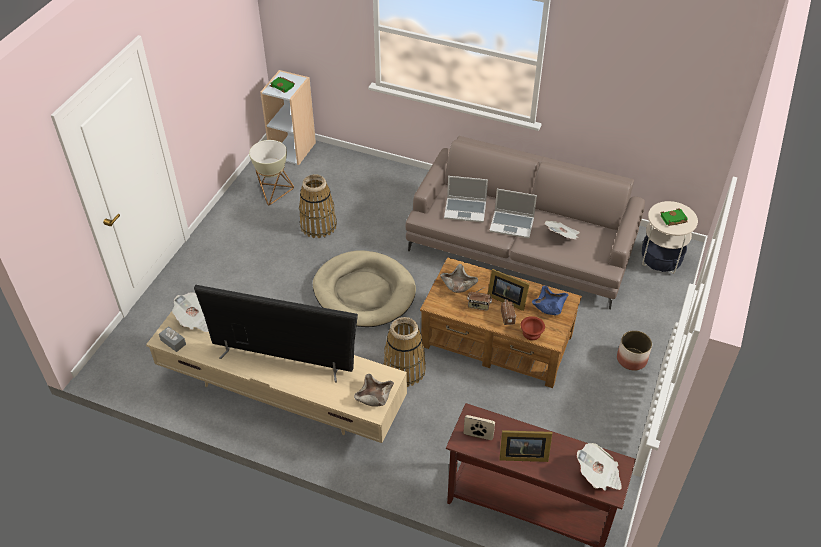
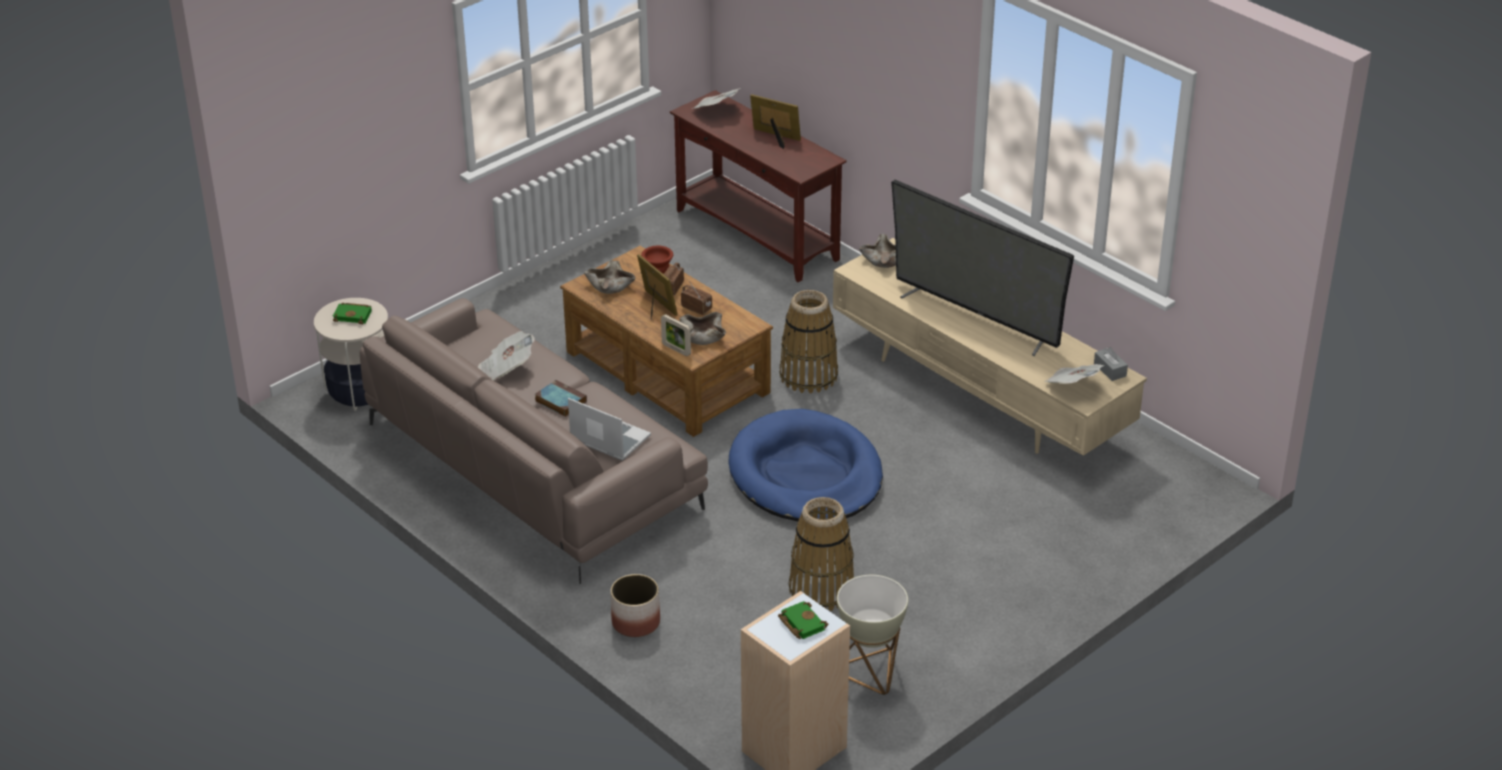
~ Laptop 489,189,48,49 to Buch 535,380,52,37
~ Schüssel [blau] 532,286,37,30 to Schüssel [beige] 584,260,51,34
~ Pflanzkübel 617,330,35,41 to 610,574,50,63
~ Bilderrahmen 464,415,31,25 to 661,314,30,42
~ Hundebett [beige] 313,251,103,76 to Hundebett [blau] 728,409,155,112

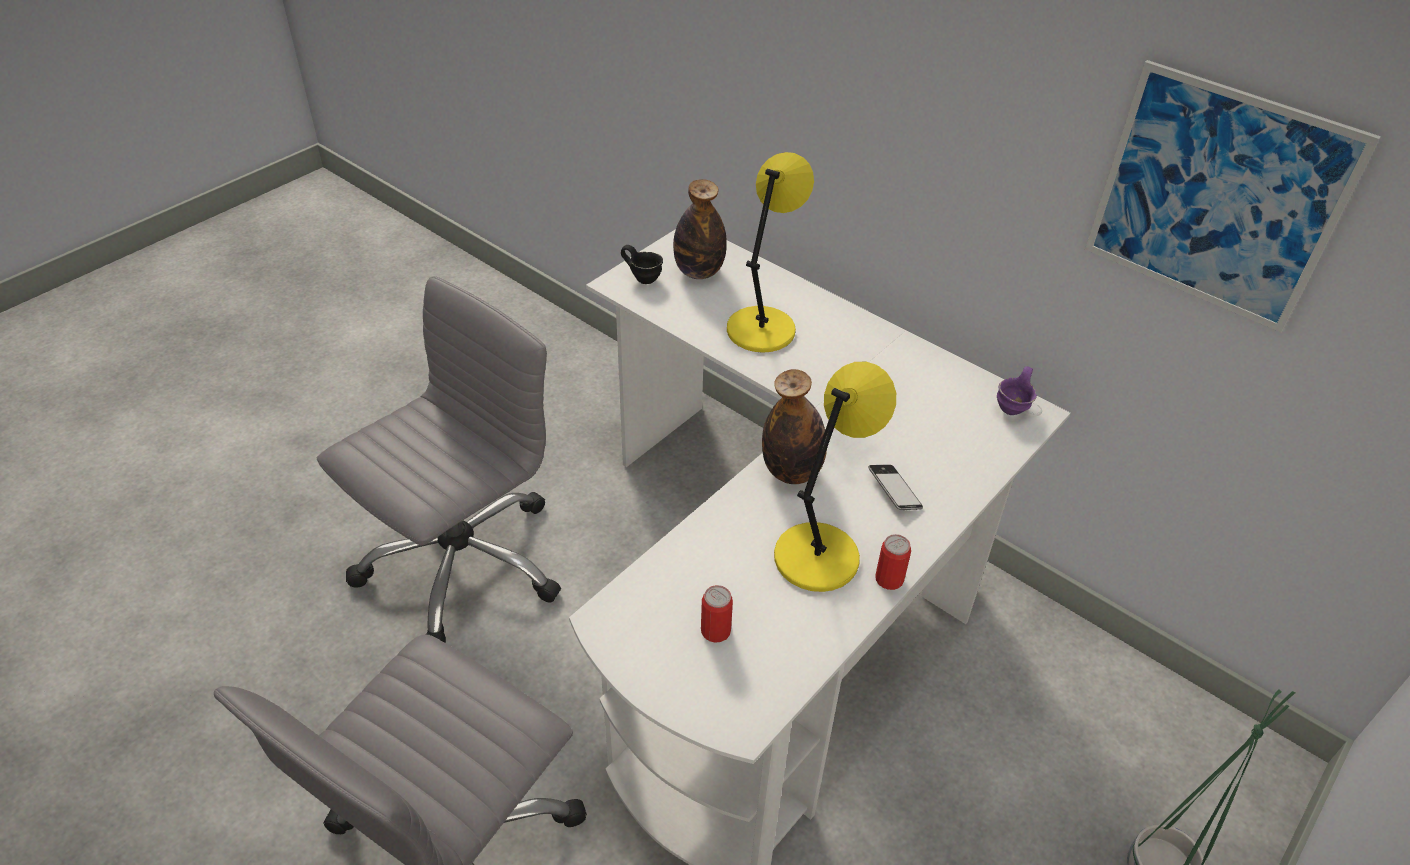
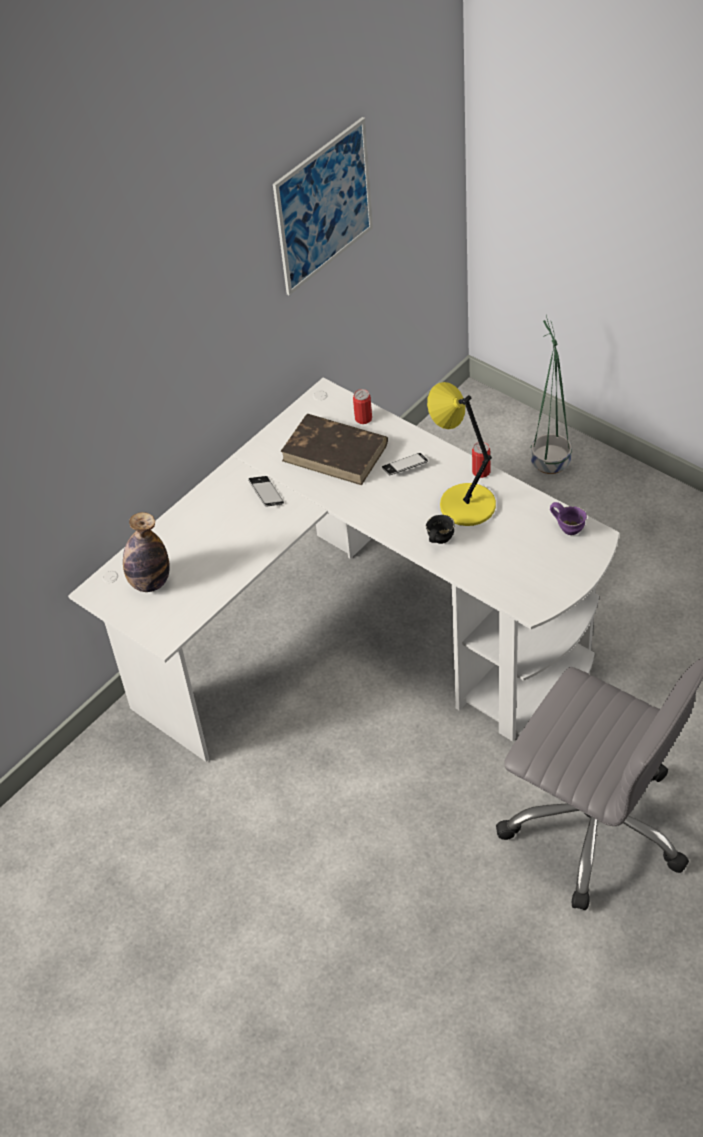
+ Handy 248,476,36,31
+ Buch [braun] 280,414,108,71
~ Dose 701,585,32,58 to 353,389,19,35
~ Henkelbecher [schwarz] 621,245,42,39 to 426,515,29,29
~ Henkelbecher [lila] 997,366,40,49 to 550,502,37,33
- Bürostuhl [grau] 317,276,244,367
- Tischlampe [gelb] 727,152,87,201
- Flasche 762,369,65,115

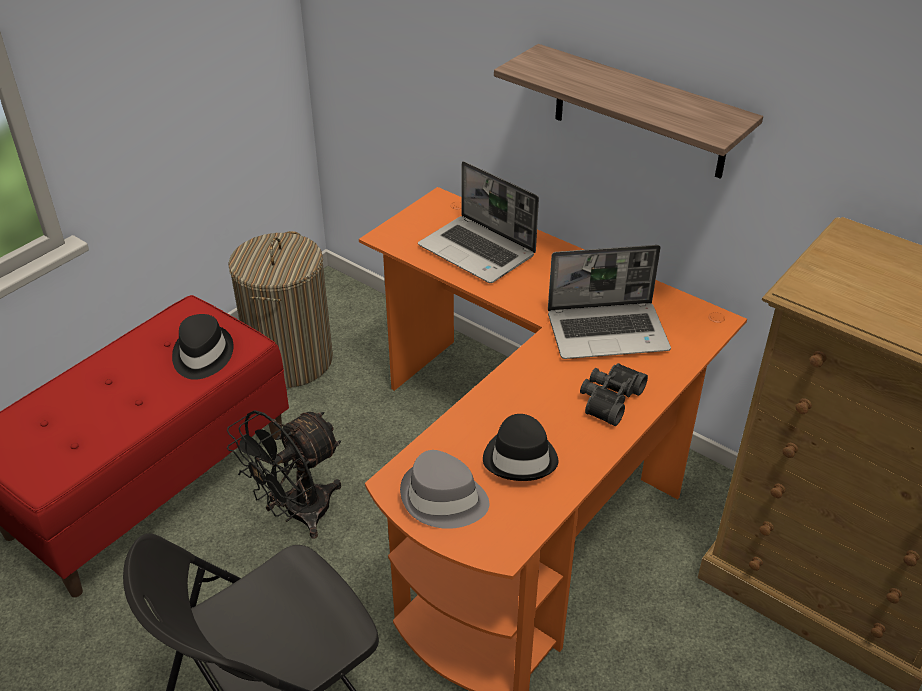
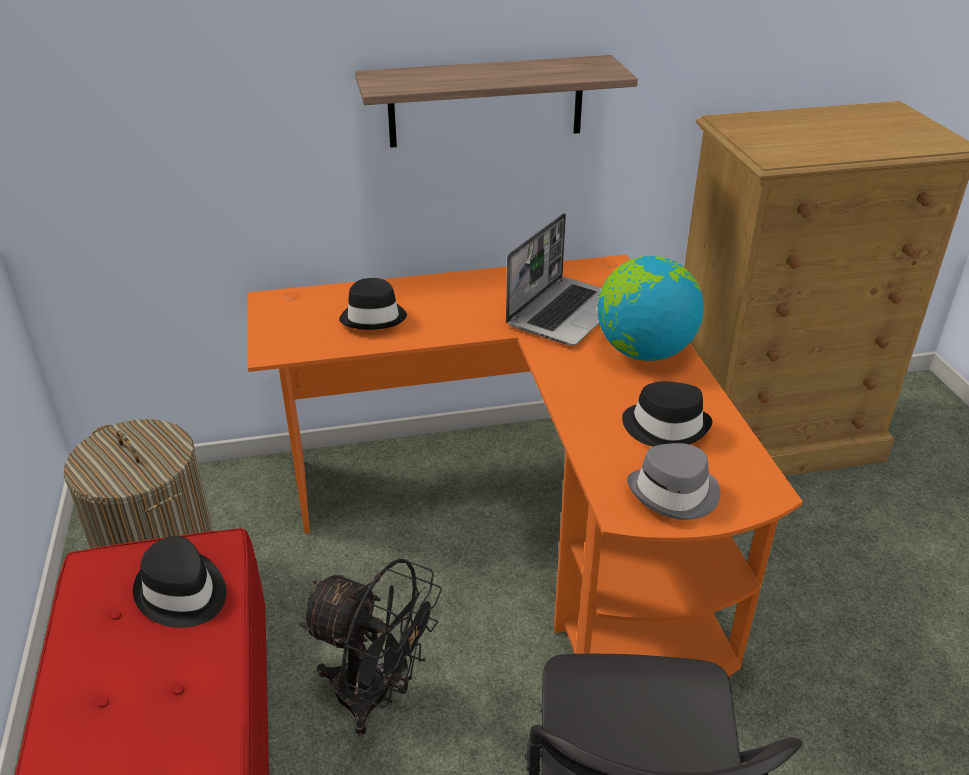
~ Ventilator [schwarz] 227,410,114,129 = 299,559,143,177 60 degrees counterclockwise
~ Laptop 418,161,121,122 to Hut [schwarz] 339,278,68,52
~ Fernglas [schwarz] 580,363,68,63 to Globus 597,256,107,105

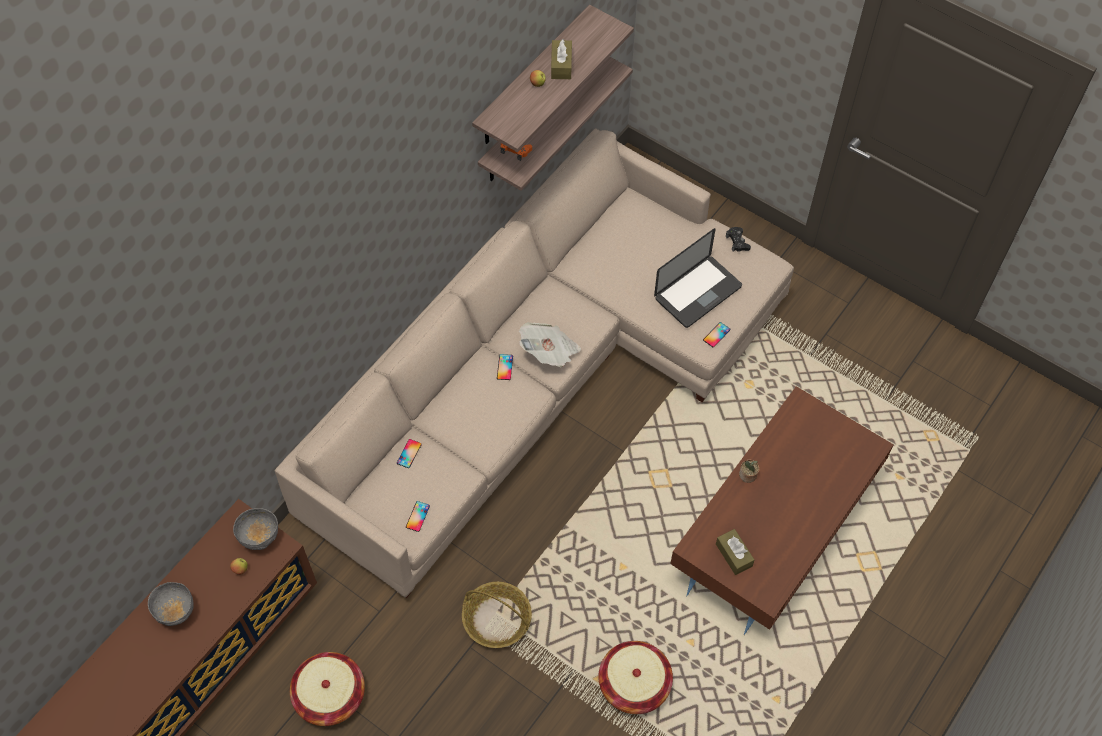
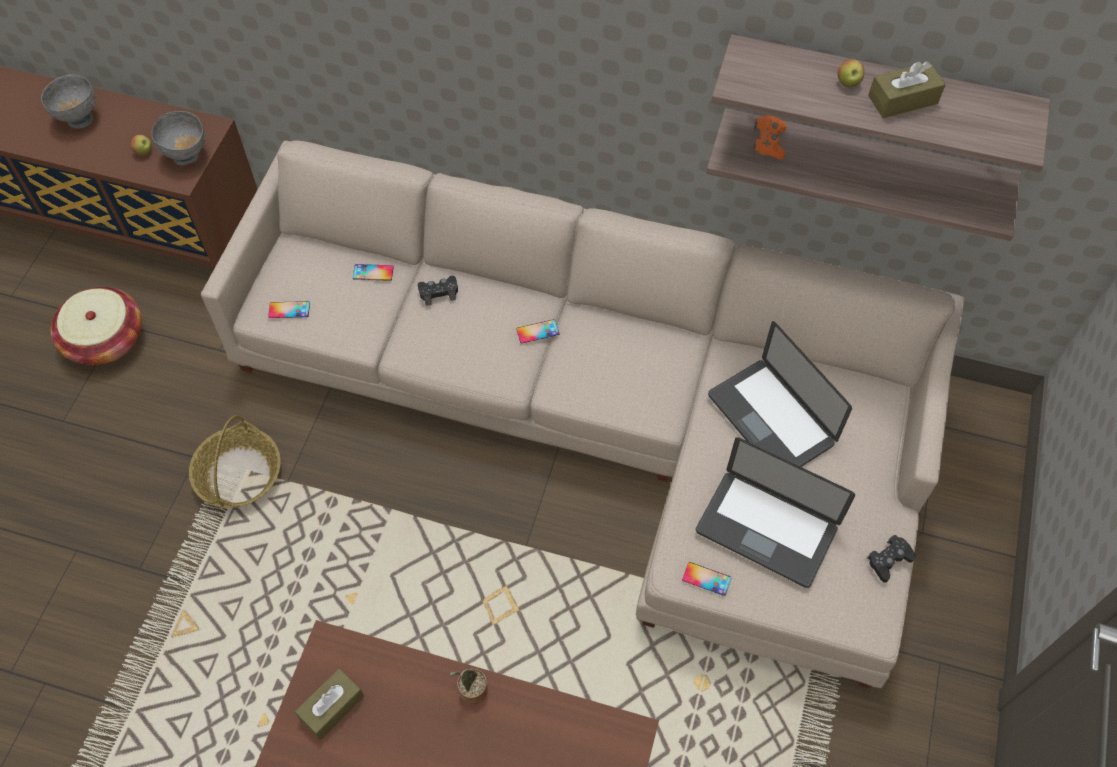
+ Gamepad [schwarz] 418,276,40,30
+ Laptop 708,321,144,146
- Zeitung 519,322,62,45
- Korb 598,641,75,73

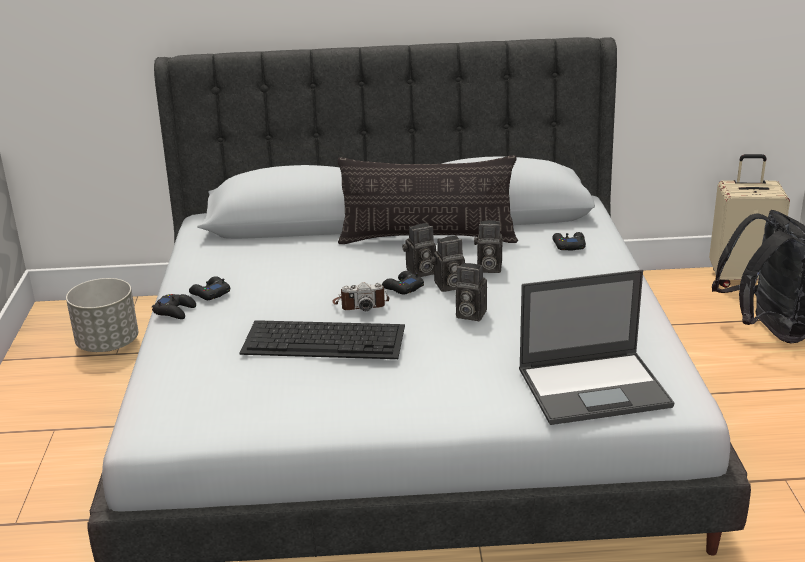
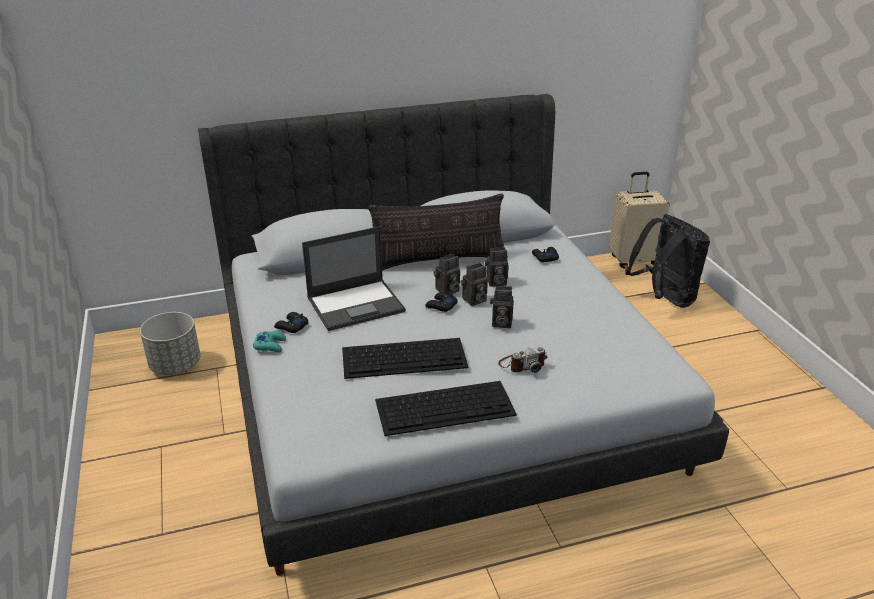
~ Gamepad [schwarz] 152,294,44,25 to Gamepad [türkis] 253,331,33,21
~ Laptop 519,270,155,155 to 302,226,104,105
+ Tastatur 375,381,142,55
~ Kamera 332,282,57,29 to 498,347,49,26

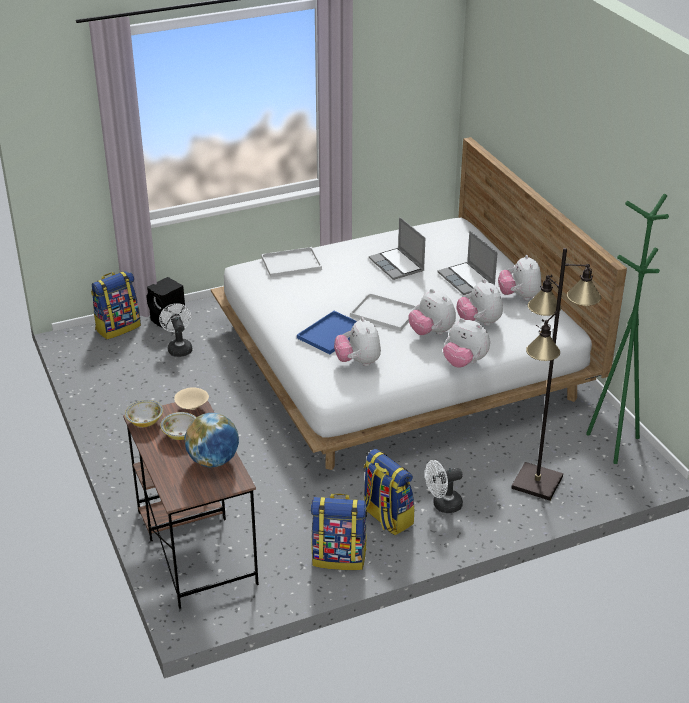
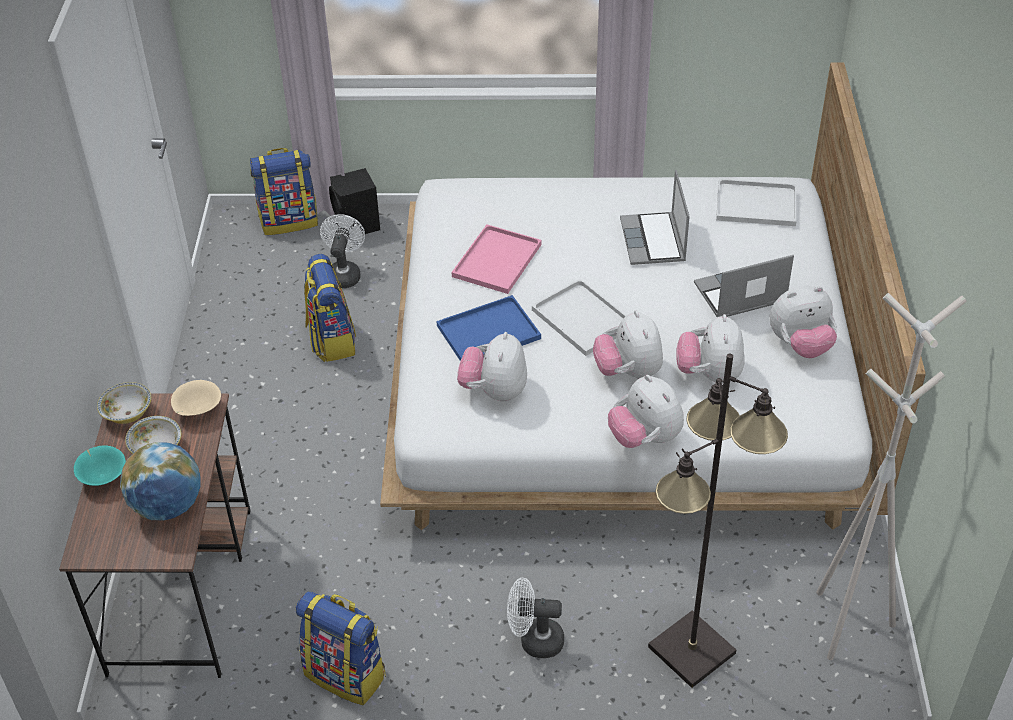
+ Schüssel [türkis] 74,445,52,41
~ Rucksack 364,449,50,86 to 304,254,52,108
+ Tablett [rosa] 451,224,91,70
~ Laptop 438,231,60,64 = 694,255,100,62 75 degrees clockwise
~ Tablett [weiß] 261,247,61,30 to 716,179,81,47
~ Plüschtier 498,255,43,45 = 770,285,67,73 120 degrees counterclockwise
~ Kleiderständer [grün] 586,194,83,270 to Kleiderständer [grau] 816,293,151,367

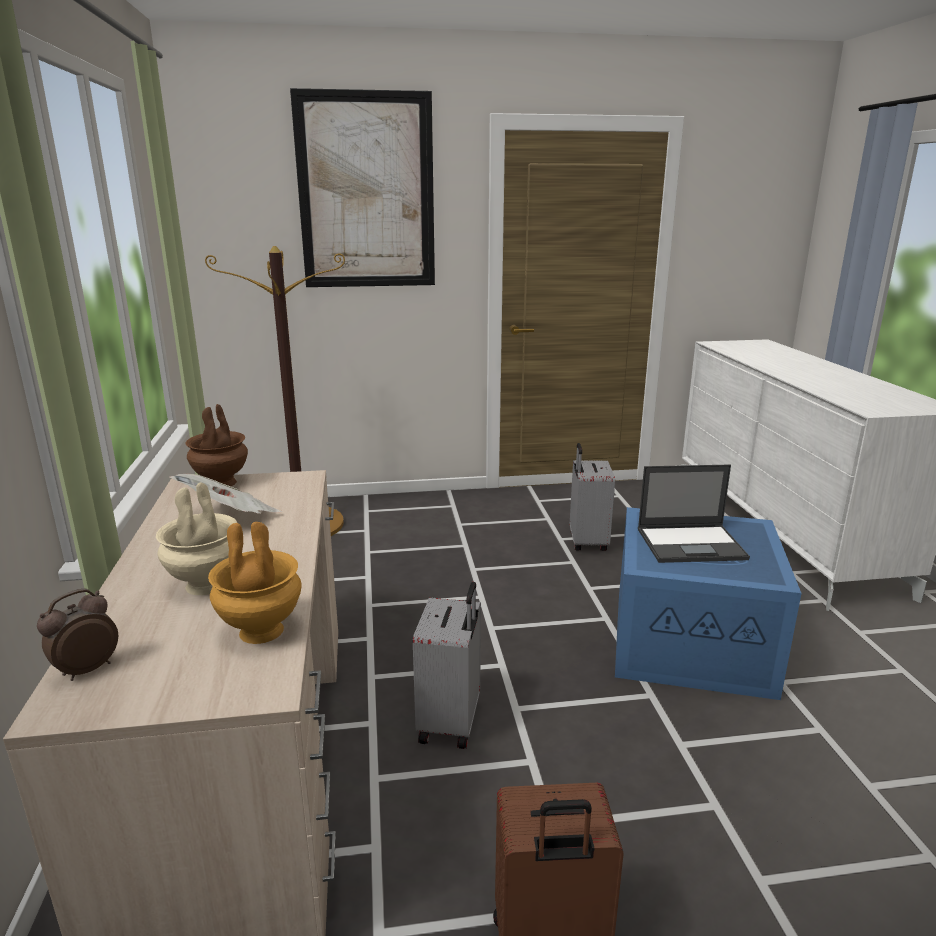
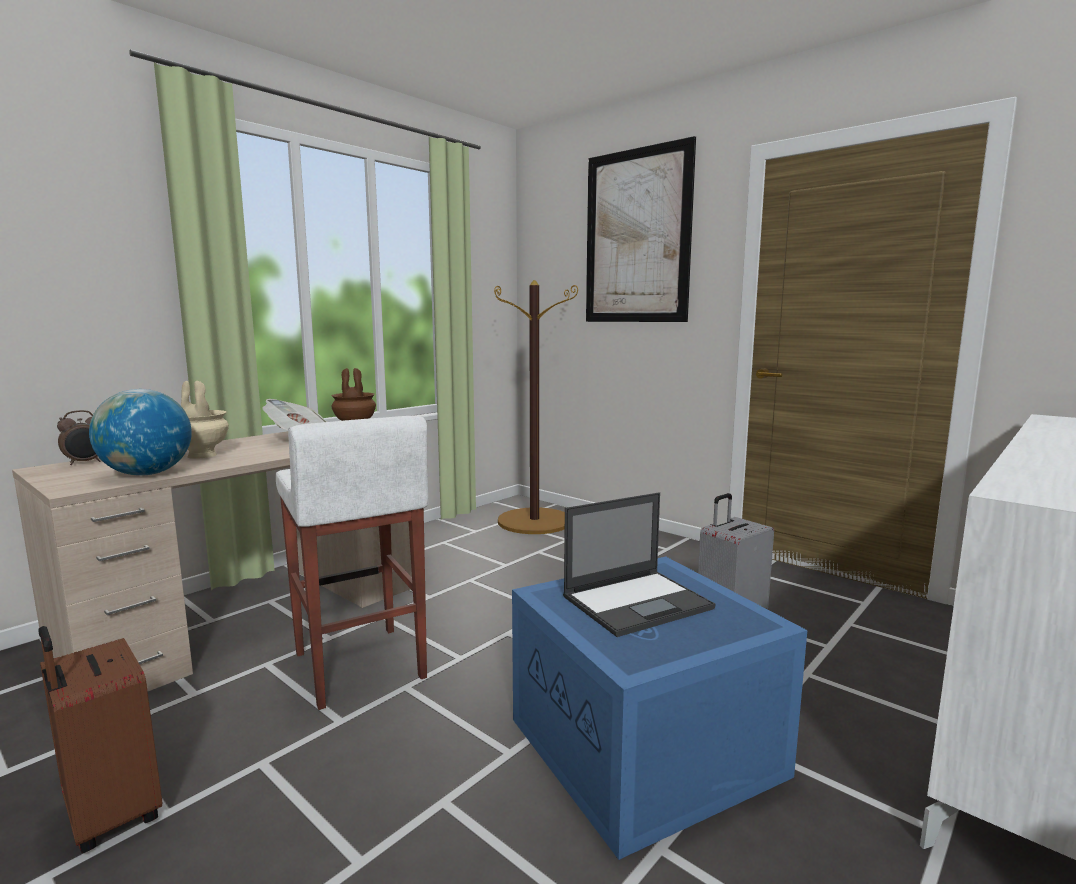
~ Wecker 37,588,81,93 = 57,410,43,55 135 degrees clockwise
~ Vase [braun] 208,522,94,122 to Globus 89,389,103,87
~ Koffer [grau] 413,582,68,167 to Hocker [weiß] 276,416,152,294
~ Laptop 638,464,112,99 = 563,492,152,145 75 degrees counterclockwise

